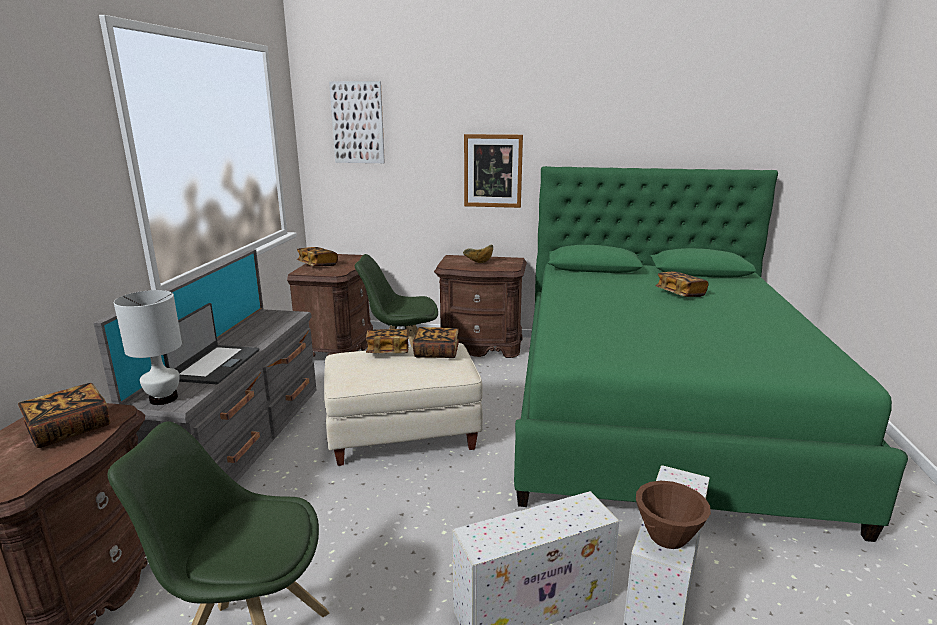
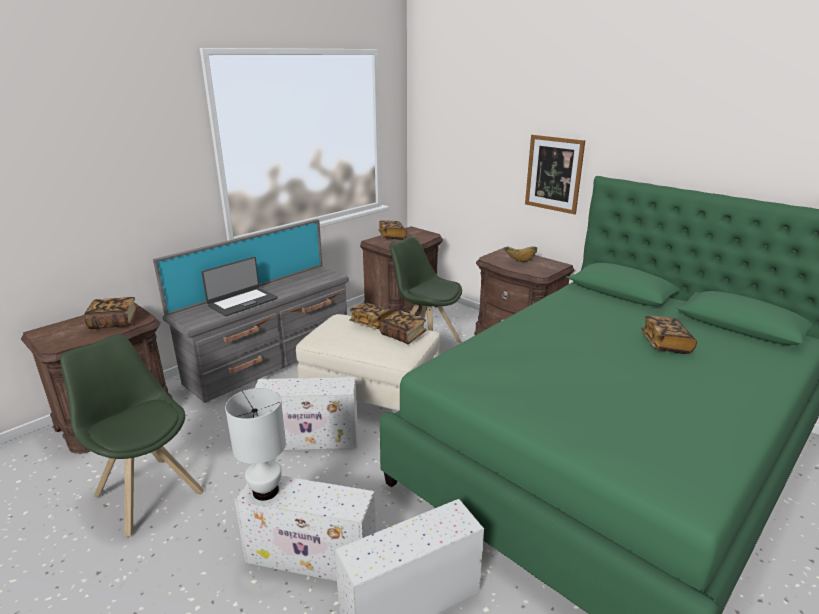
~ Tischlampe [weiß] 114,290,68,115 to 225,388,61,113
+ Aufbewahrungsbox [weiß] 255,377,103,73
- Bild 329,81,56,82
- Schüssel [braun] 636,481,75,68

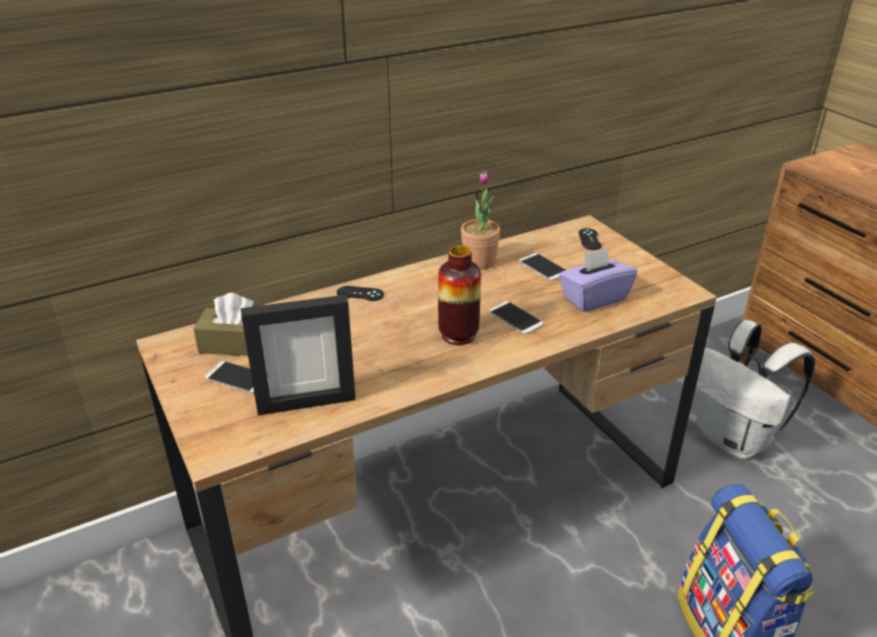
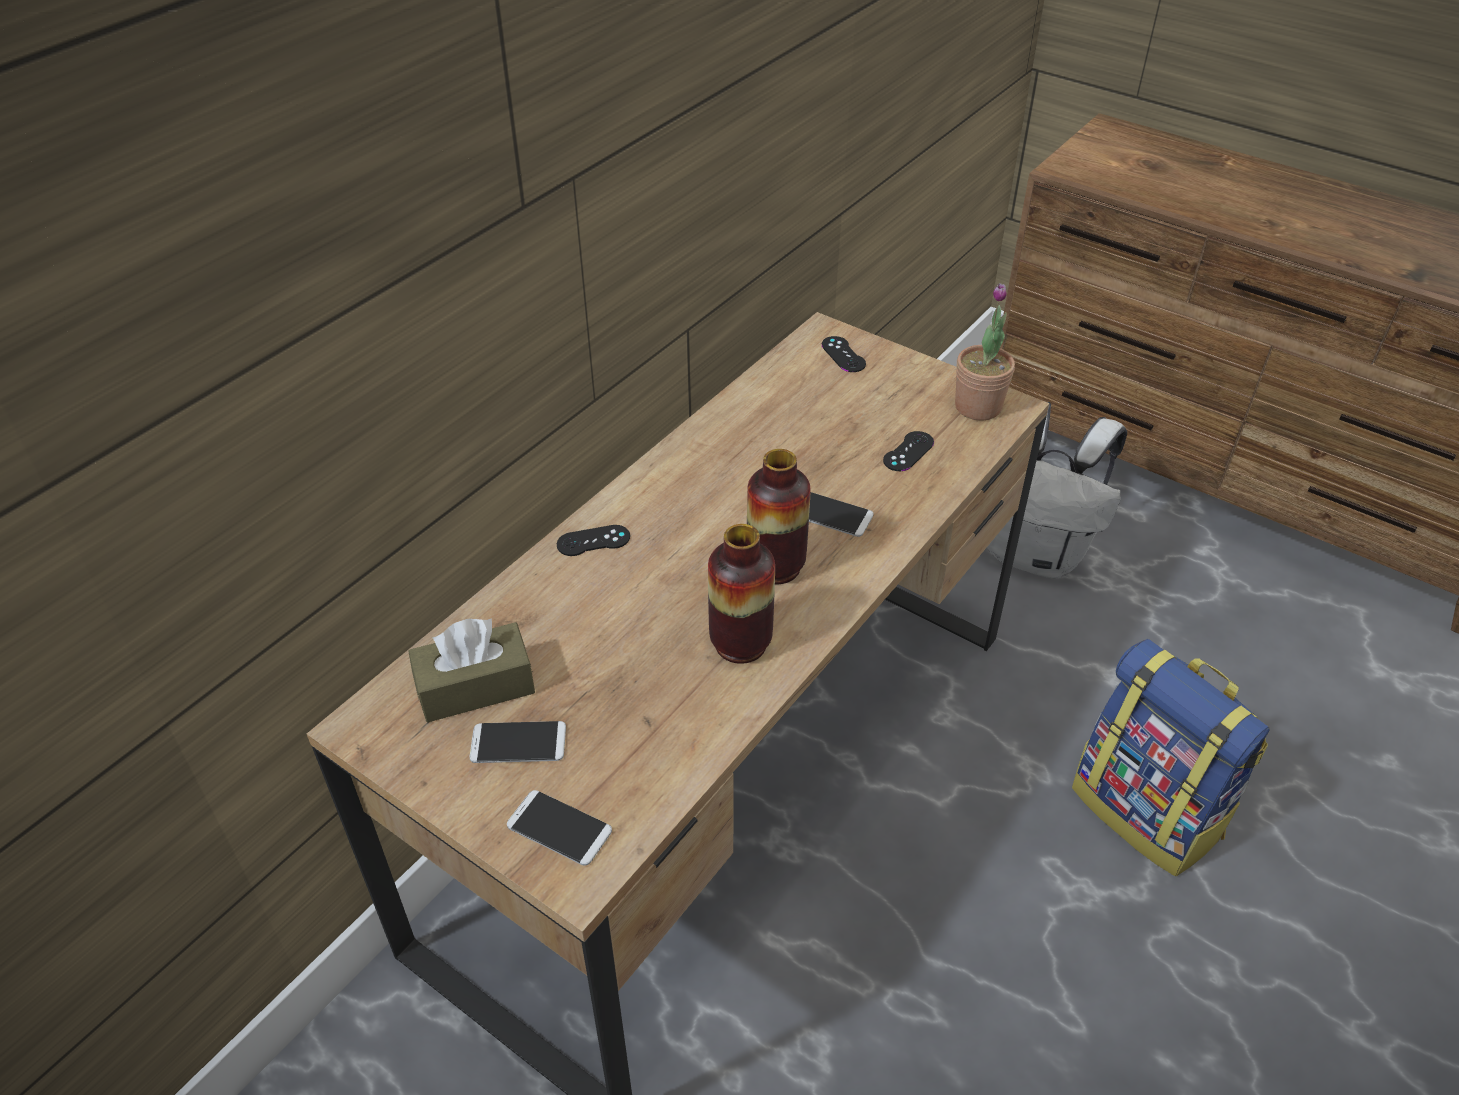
~ Handy 519,253,47,28 to 507,790,105,76
+ Vase 708,524,67,140
~ Taschentuchbox [lila] 559,247,78,65 to Gamepad [schwarz] 883,431,51,40
~ Topfpflanze 461,172,39,98 to 955,283,60,138
- Bilderrahmen 241,295,115,120

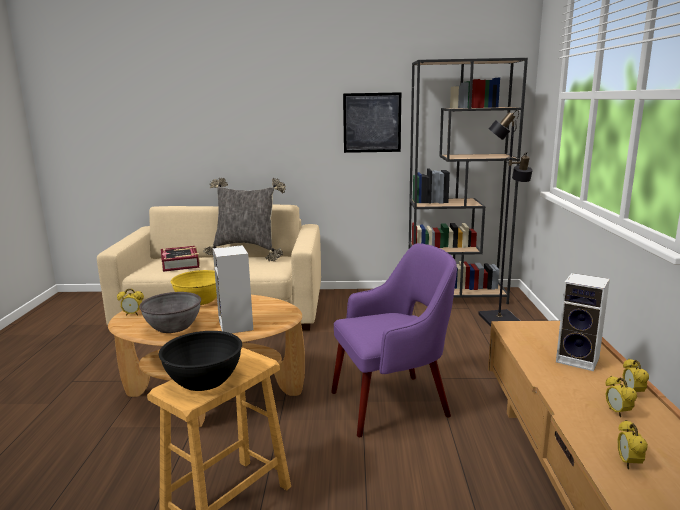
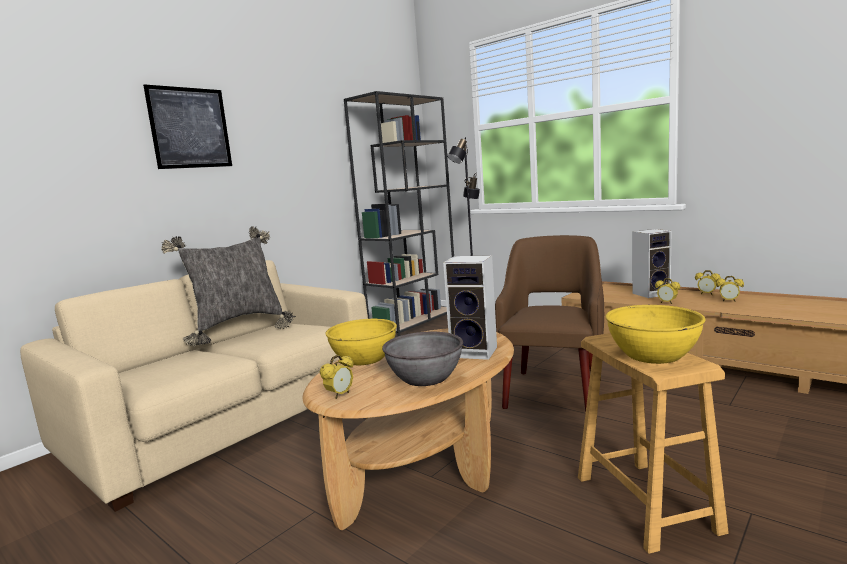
~ Bild 343,92,58,61 to 143,84,89,85
~ Sessel [lila] 331,243,126,194 to Sessel [braun] 495,235,109,177
~ Schüssel [schwarz] 159,331,83,60 to Schüssel [gelb] 605,305,100,59
~ Wecker 618,420,30,49 to 655,278,25,26
- Buch 161,246,39,26

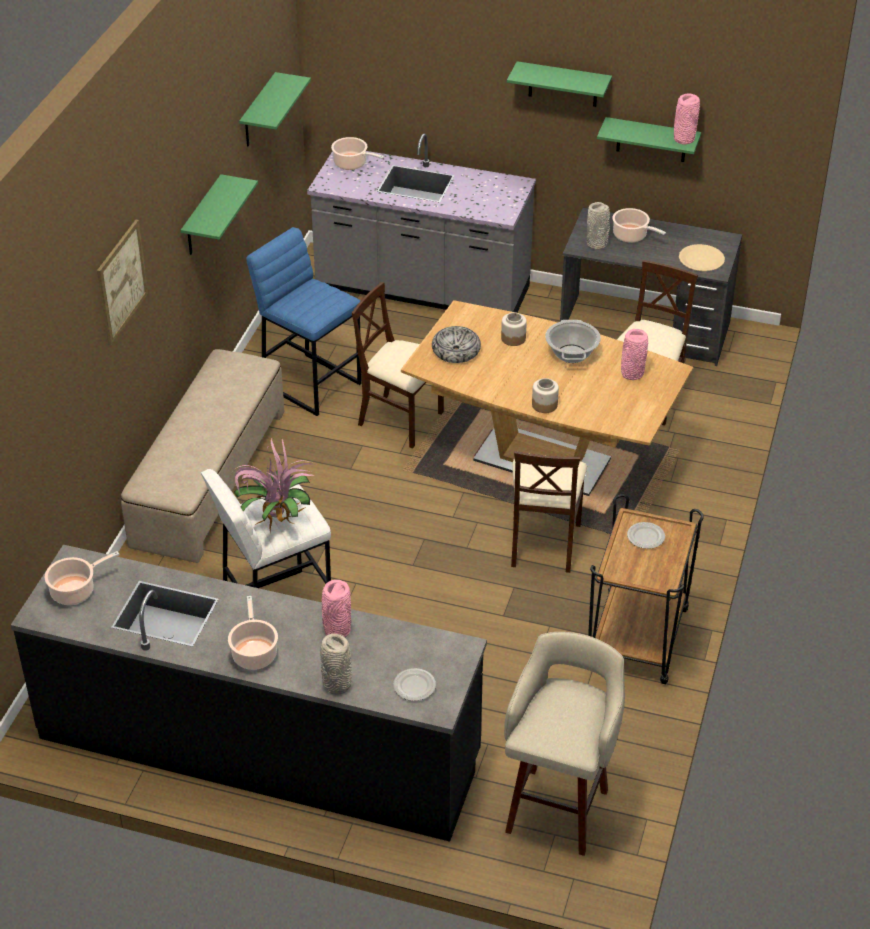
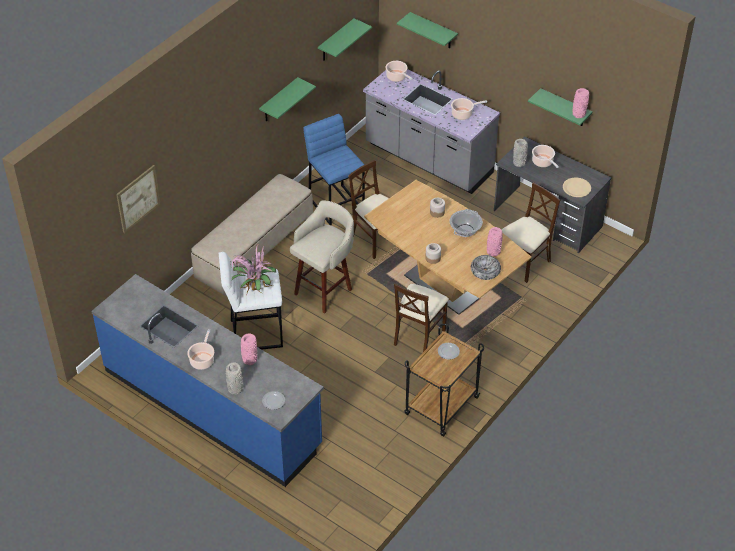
~ Küchenzeile [schwarz] 11,545,476,297 to Küchenzeile [blau] 91,274,233,213
~ Bild 97,220,51,125 to 116,165,44,68
~ Hocker [beige] 504,632,121,224 to 290,201,64,113
~ Wandregal [grün] 507,61,105,46 to 397,12,61,36
~ Kochtopf 45,551,74,54 to 451,98,36,22
~ Schüssel 432,326,49,37 to 471,255,30,25

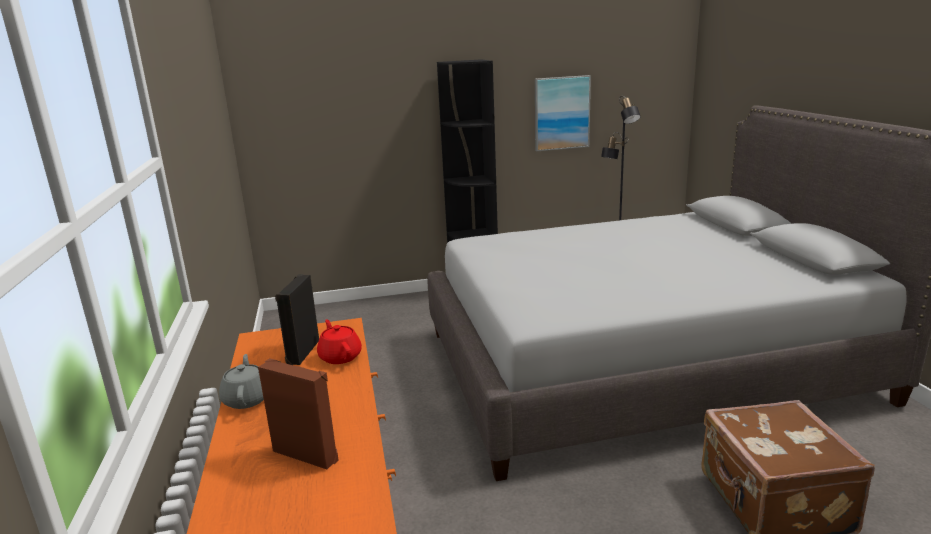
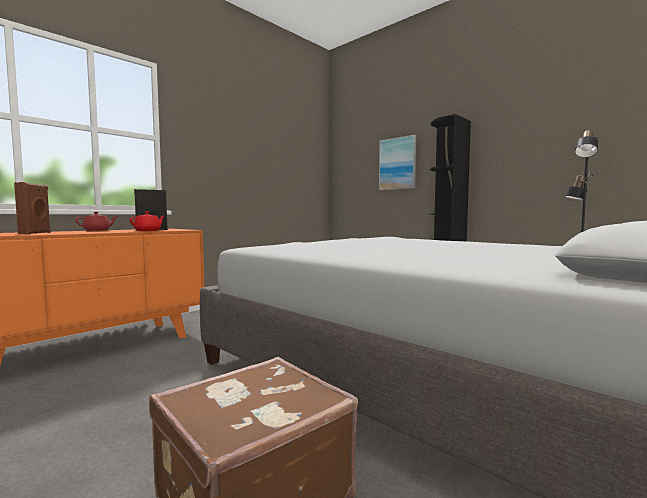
~ Teekanne [grau] 219,354,45,55 to Teekanne [rot] 75,212,42,19
~ Bild 535,75,56,76 to 379,135,37,55

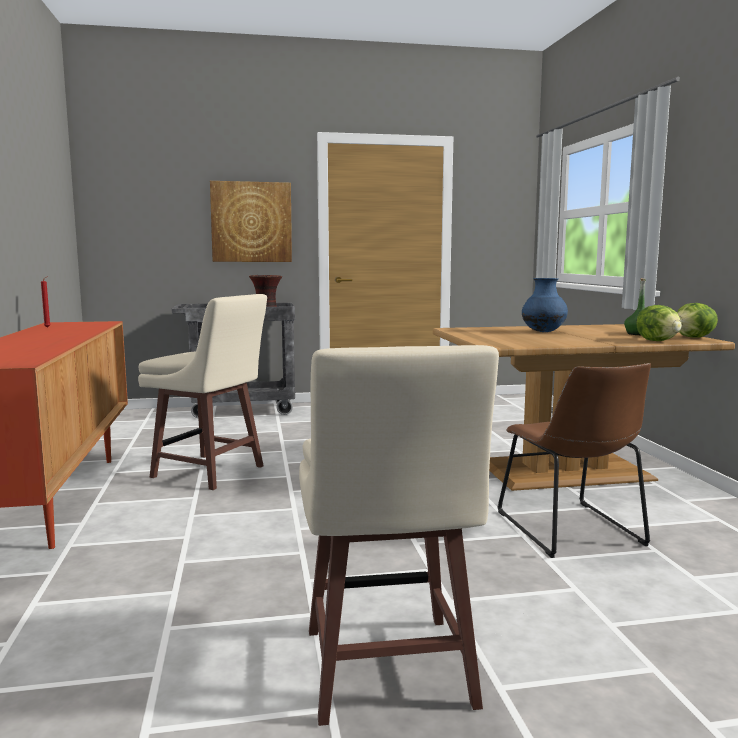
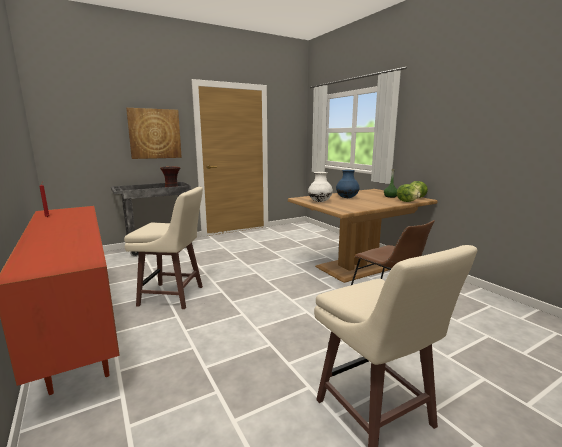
+ Vase [weiß] 308,172,25,30

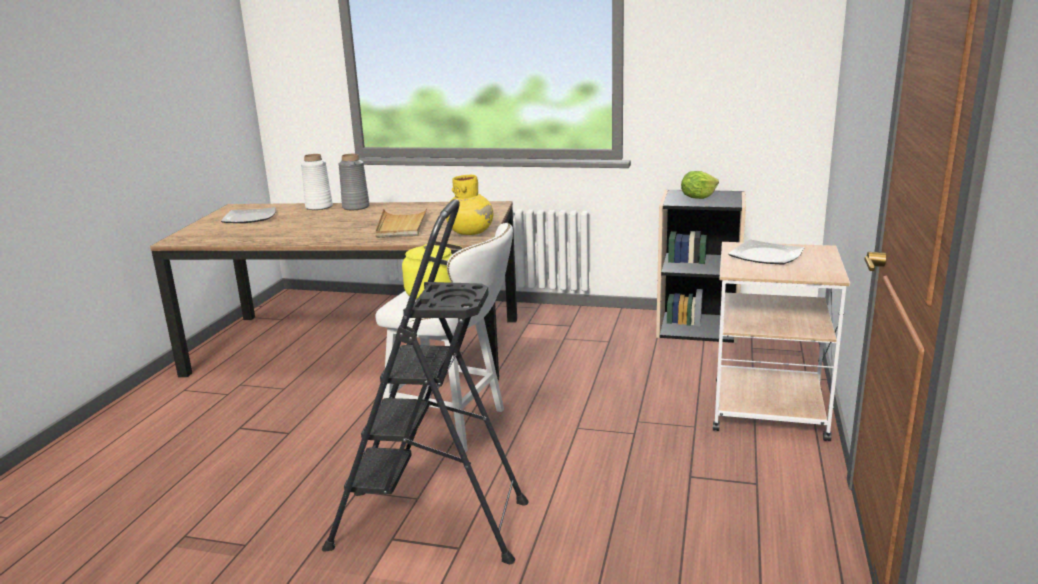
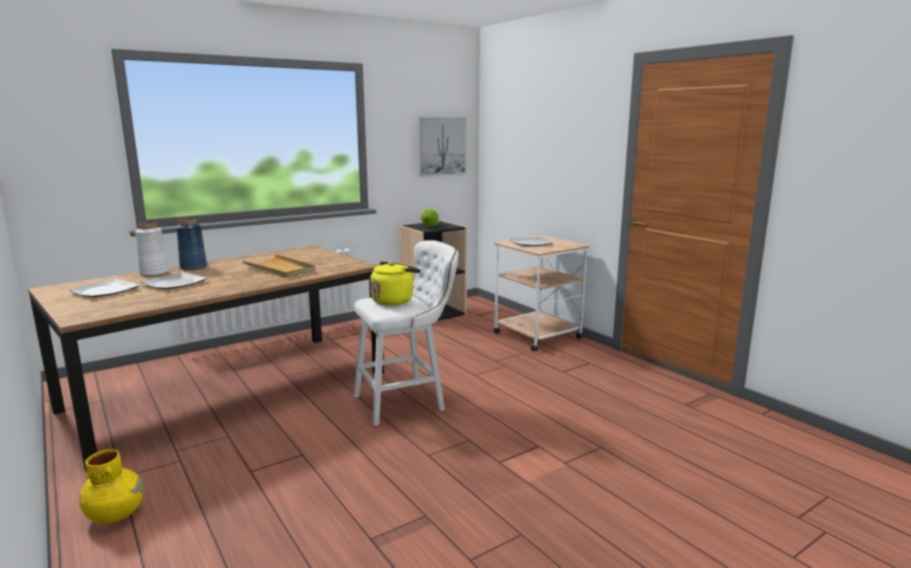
~ Vase [gelb] 446,175,47,60 to 79,449,65,75
+ Teller 141,272,66,17
~ Vase [grau] 339,154,31,56 to Vase [blau] 176,218,31,52
+ Bild 417,117,50,60
- Trittleiter 322,199,207,365

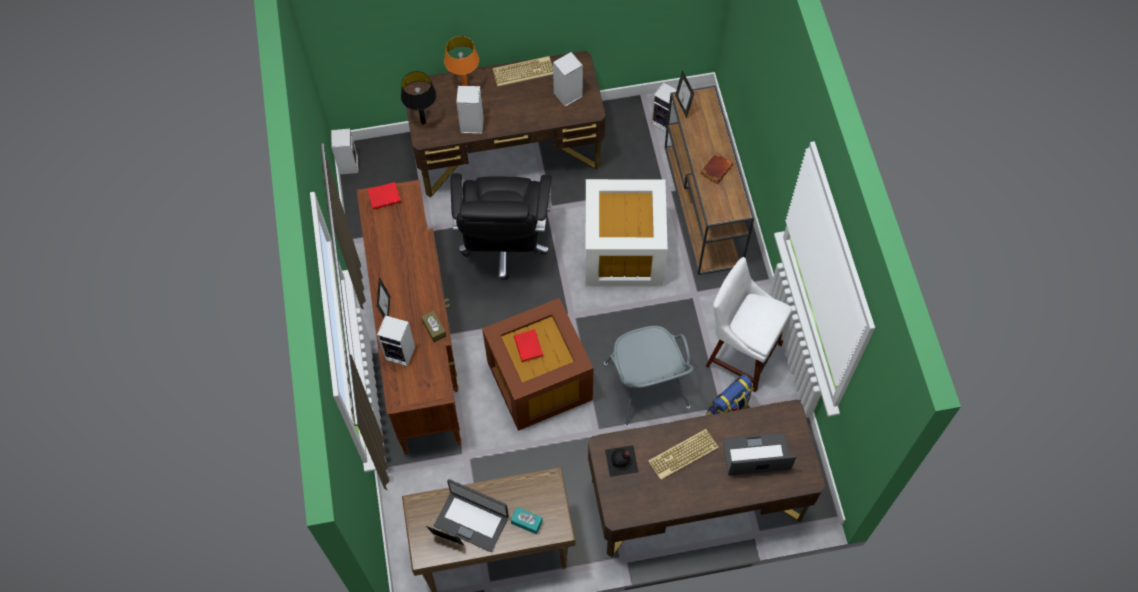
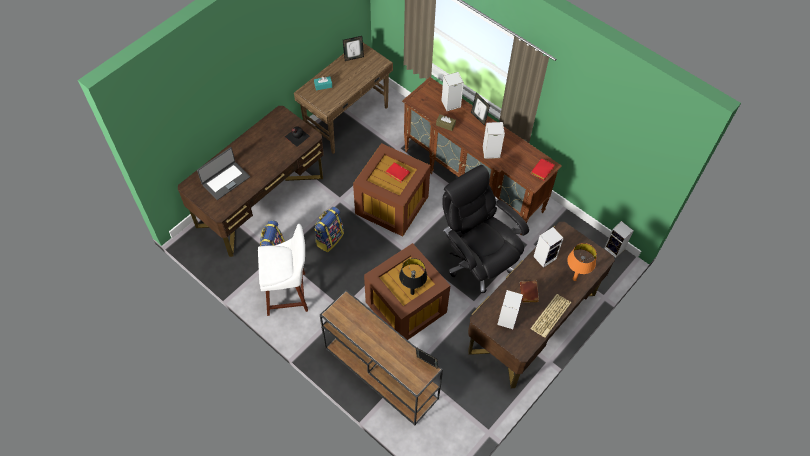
~ Stuhl [grau] 604,326,90,101 to Rucksack 314,207,30,45
~ Aufbewahrungsbox [weiß] 585,179,83,108 to Aufbewahrungsbox [braun] 364,243,86,97
~ Tischlampe [schwarz] 401,71,35,53 to 399,258,28,37
~ Lautsprecher 651,83,26,49 to 483,122,22,37
~ Buch [braun] 700,152,33,32 to 520,281,19,22
- Laptop 434,479,75,73
- Tastatur 648,429,71,51

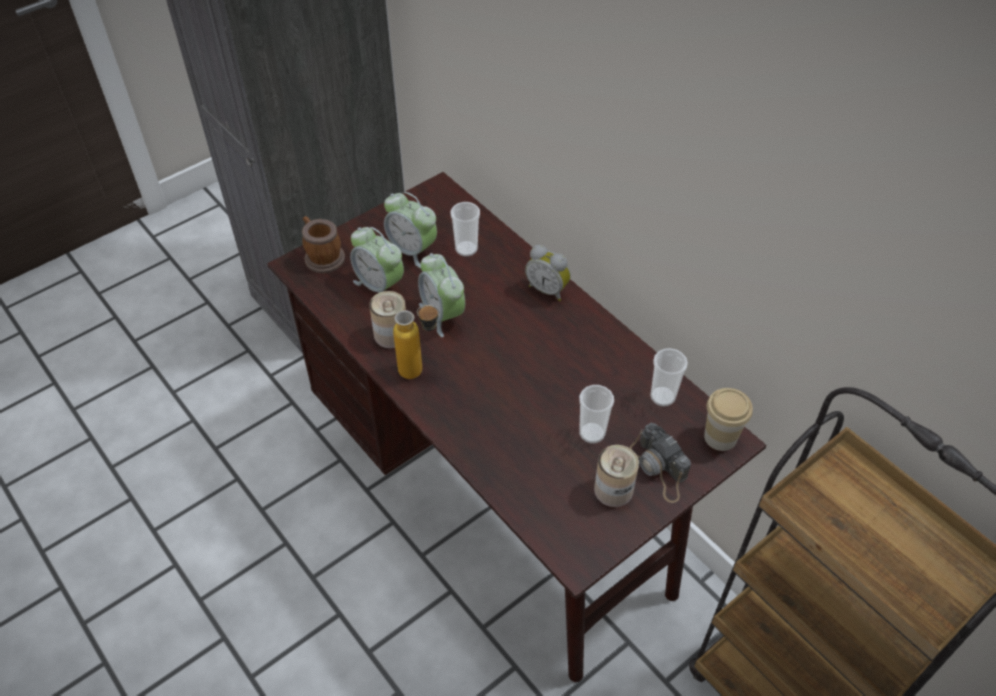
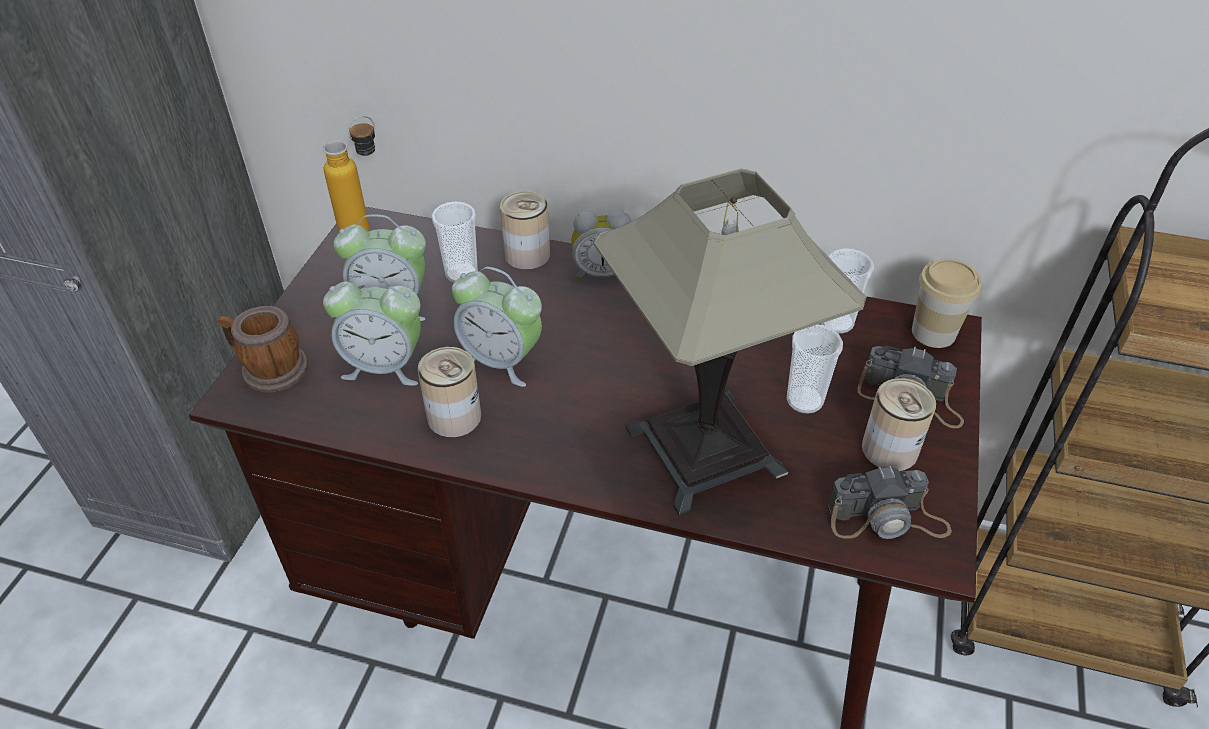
~ Flasche 393,305,46,74 to 323,116,52,116
+ Dose 500,191,50,78
+ Tischlampe 594,168,272,347
+ Kamera 827,466,125,73

